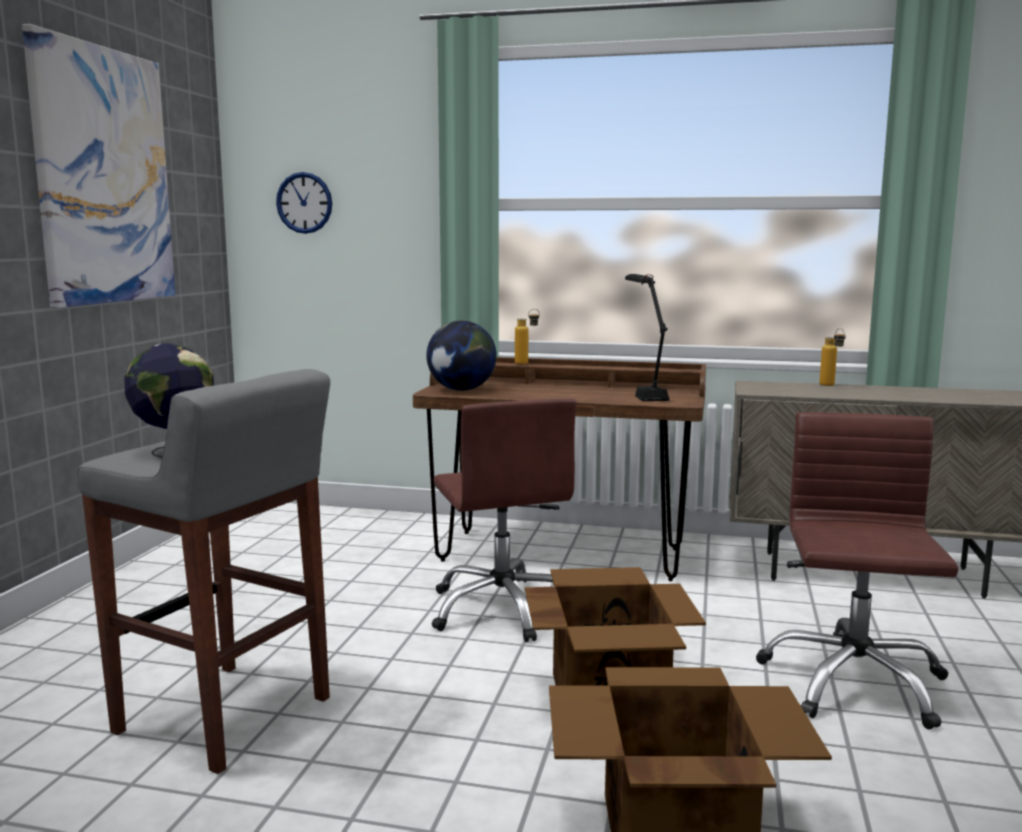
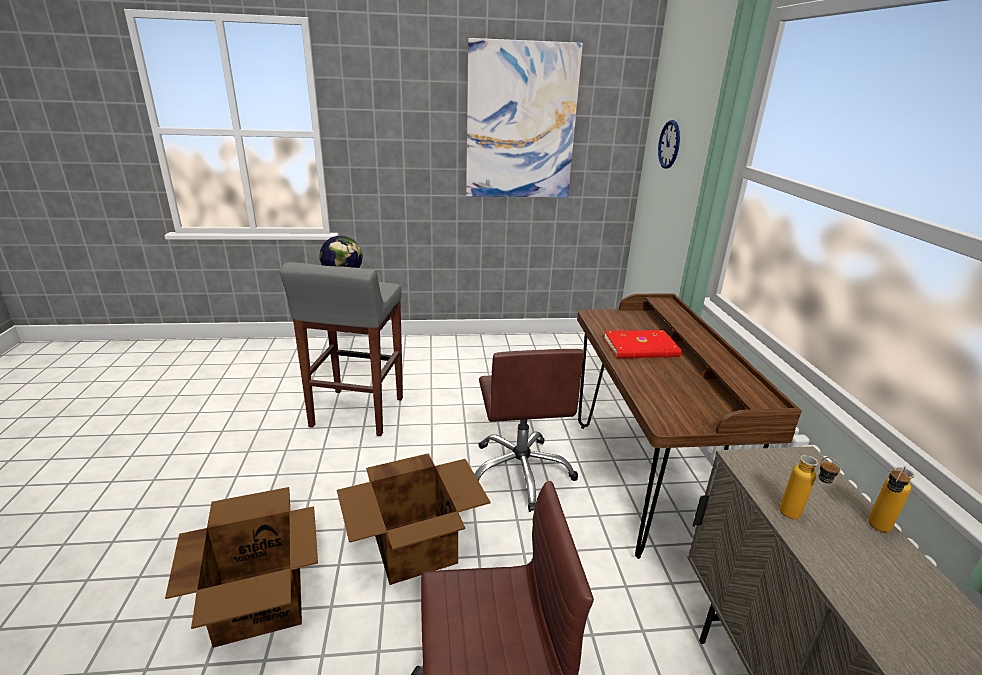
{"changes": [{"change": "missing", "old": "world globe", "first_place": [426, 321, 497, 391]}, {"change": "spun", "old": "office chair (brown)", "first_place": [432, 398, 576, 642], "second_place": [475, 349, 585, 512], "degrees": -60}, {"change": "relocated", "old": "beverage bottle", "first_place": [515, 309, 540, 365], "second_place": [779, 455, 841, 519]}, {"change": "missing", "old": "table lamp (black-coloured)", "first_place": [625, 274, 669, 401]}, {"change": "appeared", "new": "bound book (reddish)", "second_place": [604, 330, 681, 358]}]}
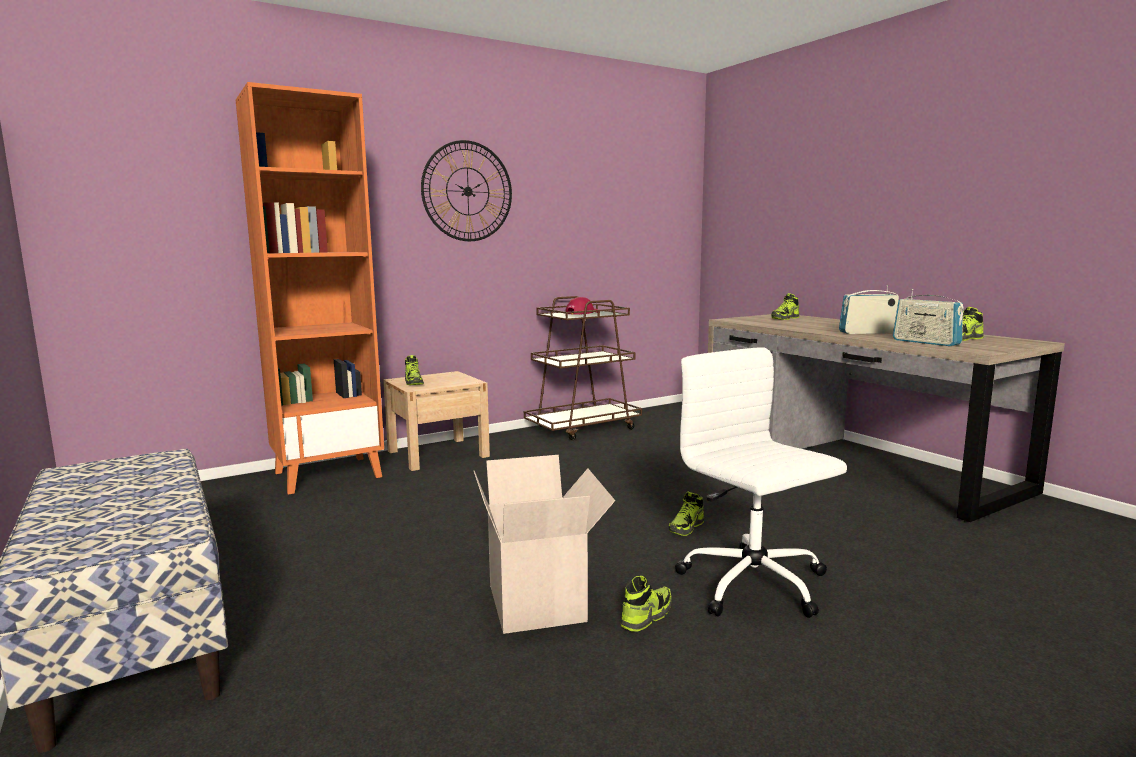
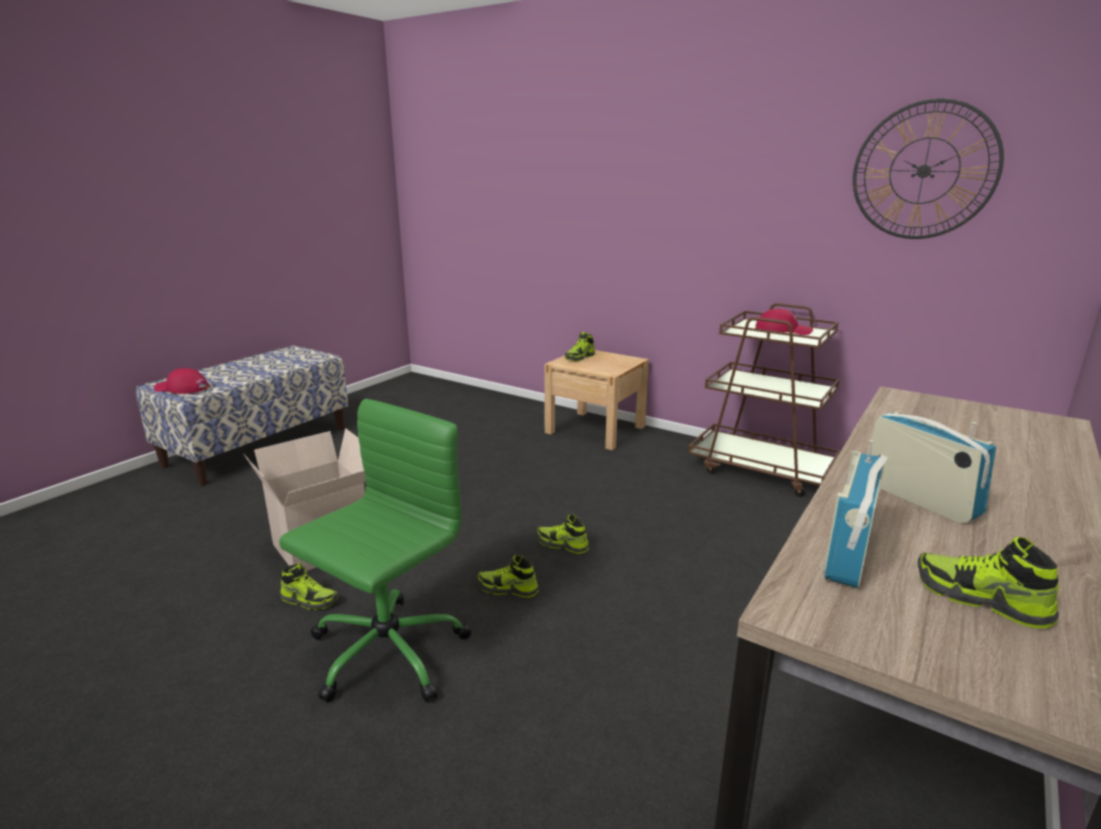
{"changes": [{"change": "missing", "old": "shelving unit (orange-coloured)", "first_place": [236, 82, 384, 495]}, {"change": "relocated", "old": "hanging clock", "first_place": [421, 140, 512, 241], "second_place": [853, 98, 1004, 239]}, {"change": "colour", "old": "office chair (white)", "new": "office chair (greenish)", "first_place": [675, 347, 847, 618], "second_place": [279, 399, 471, 703]}, {"change": "relocated", "old": "shoe", "first_place": [771, 293, 799, 320], "second_place": [537, 515, 589, 554]}, {"change": "appeared", "new": "baseball cap (reddish)", "second_place": [154, 368, 209, 394]}]}
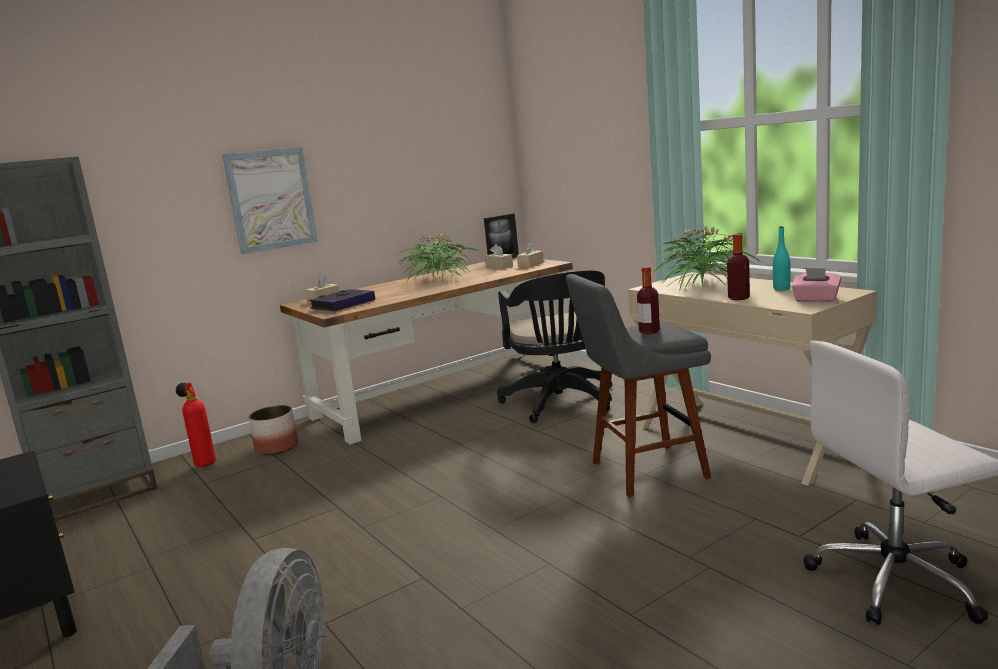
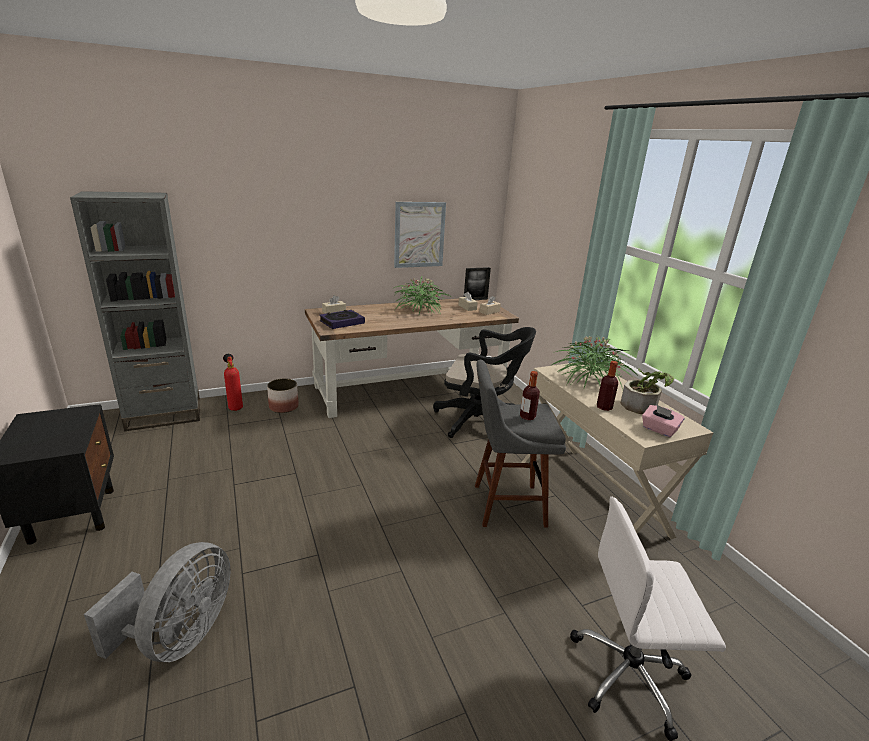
{"changes": [{"change": "relocated", "old": "wall art", "first_place": [222, 147, 318, 254], "second_place": [394, 202, 446, 268]}, {"change": "spun", "old": "office chair (black-coloured)", "first_place": [497, 270, 612, 423], "second_place": [433, 327, 536, 438], "degrees": -75}, {"change": "exchanged", "old": "beverage bottle (blue-green)", "new": "plant in a pot", "first_place": [773, 226, 791, 291], "second_place": [621, 369, 674, 414]}]}
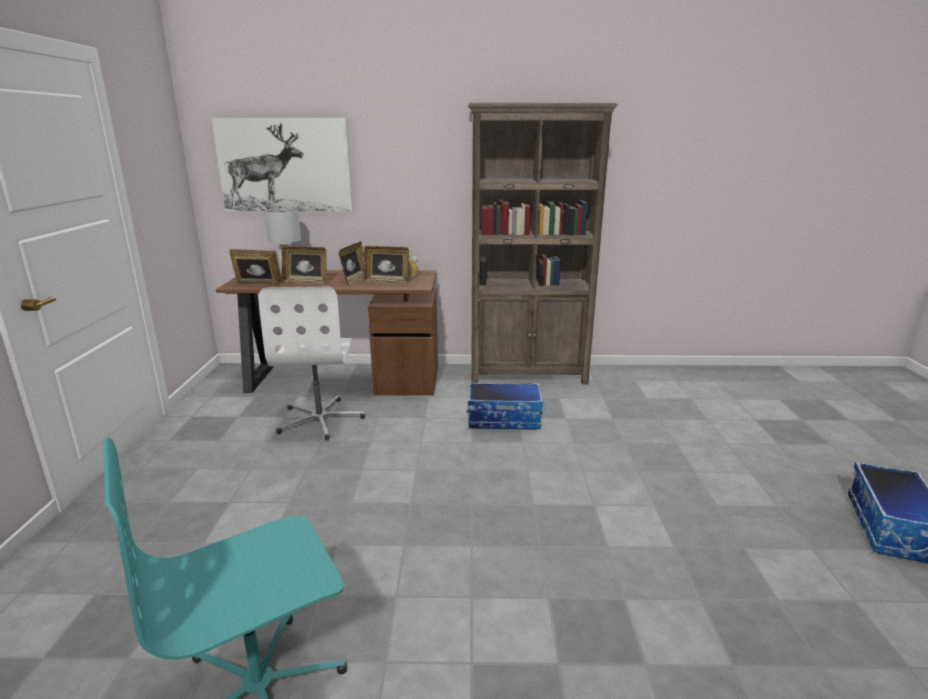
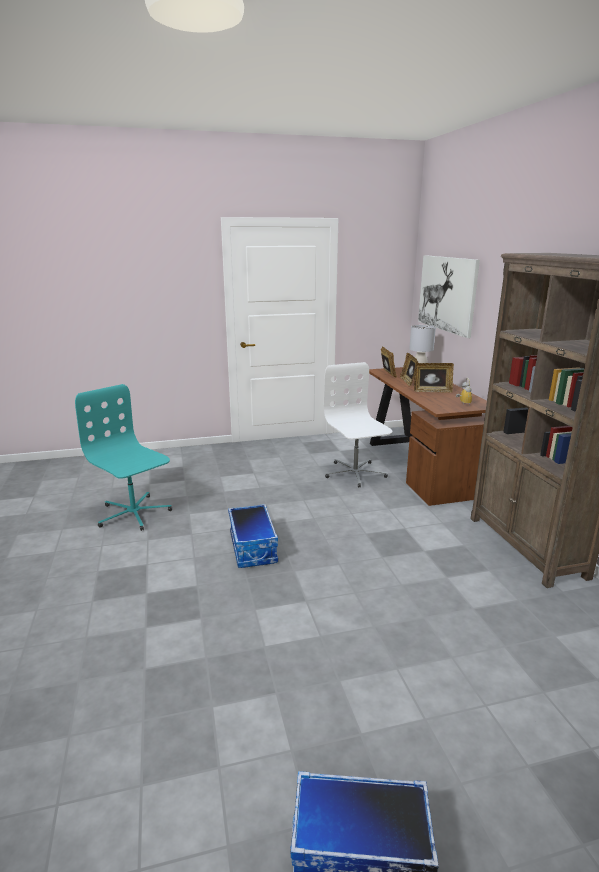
{"changes": [{"change": "spun", "old": "office chair (white)", "first_place": [258, 287, 365, 440], "second_place": [323, 362, 392, 488], "degrees": 90}, {"change": "missing", "old": "standing frame", "first_place": [363, 246, 409, 284]}, {"change": "relocated", "old": "storage container", "first_place": [467, 383, 543, 430], "second_place": [228, 504, 278, 568]}]}
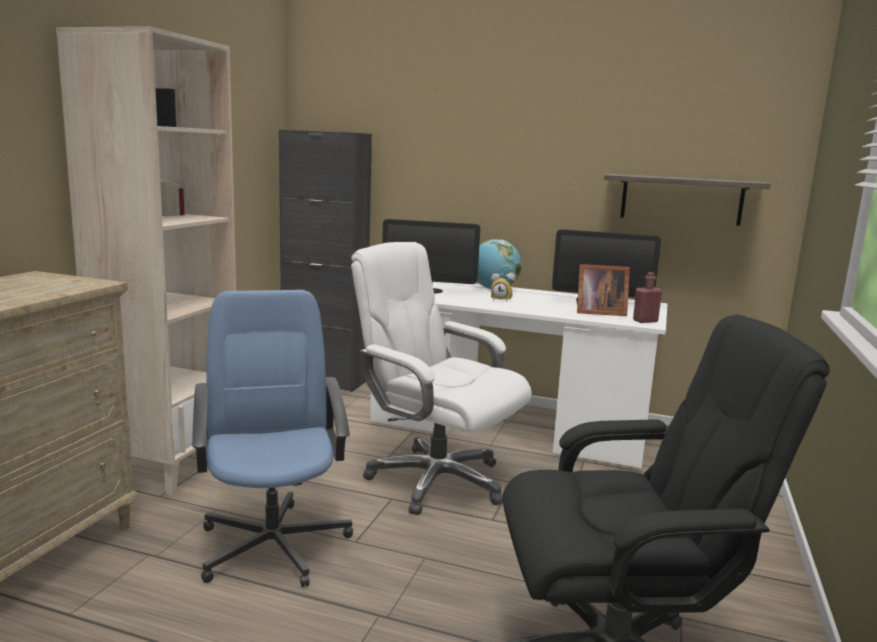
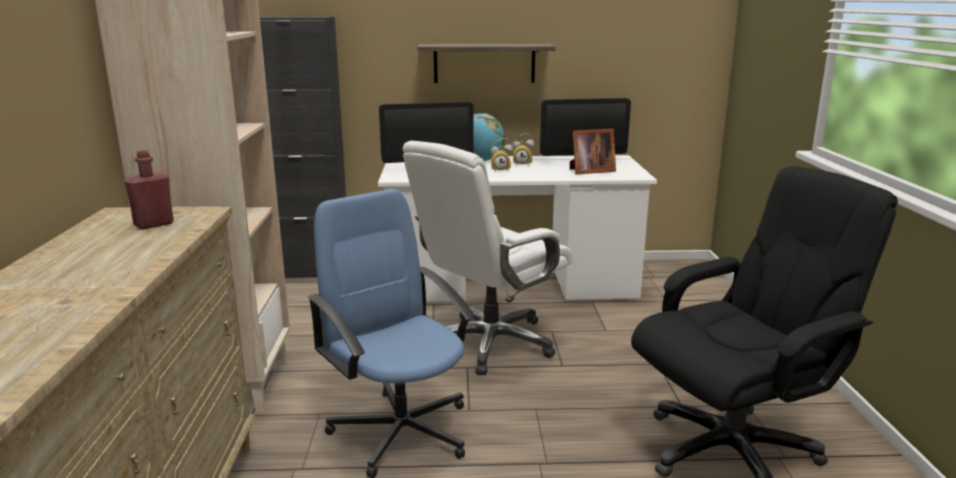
{"changes": [{"change": "spun", "old": "office chair (white)", "first_place": [351, 242, 532, 515], "second_place": [403, 141, 572, 375], "degrees": -60}, {"change": "relocated", "old": "bracket shelf", "first_place": [604, 174, 771, 226], "second_place": [417, 44, 555, 83]}, {"change": "relocated", "old": "beverage bottle (reddish)", "first_place": [633, 272, 662, 323], "second_place": [124, 150, 174, 229]}, {"change": "appeared", "new": "table clock", "second_place": [513, 133, 535, 166]}]}
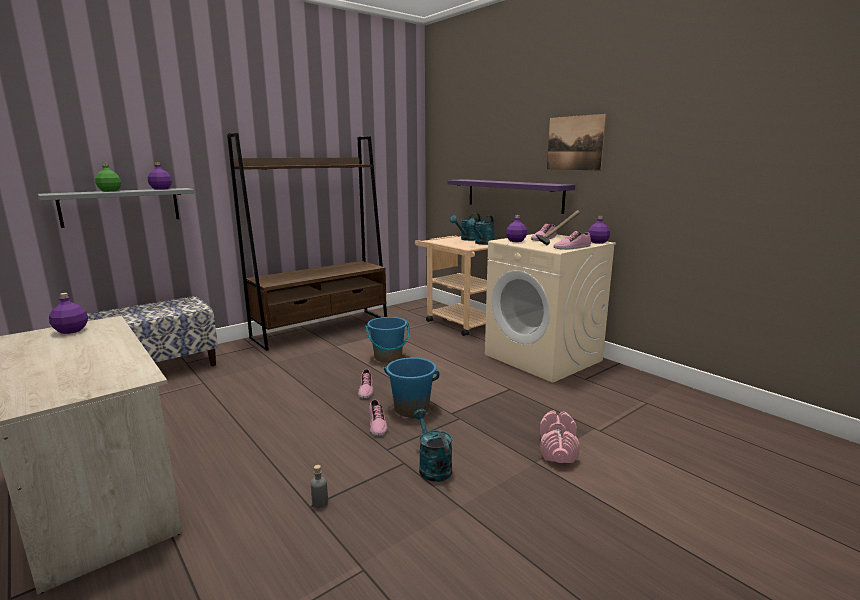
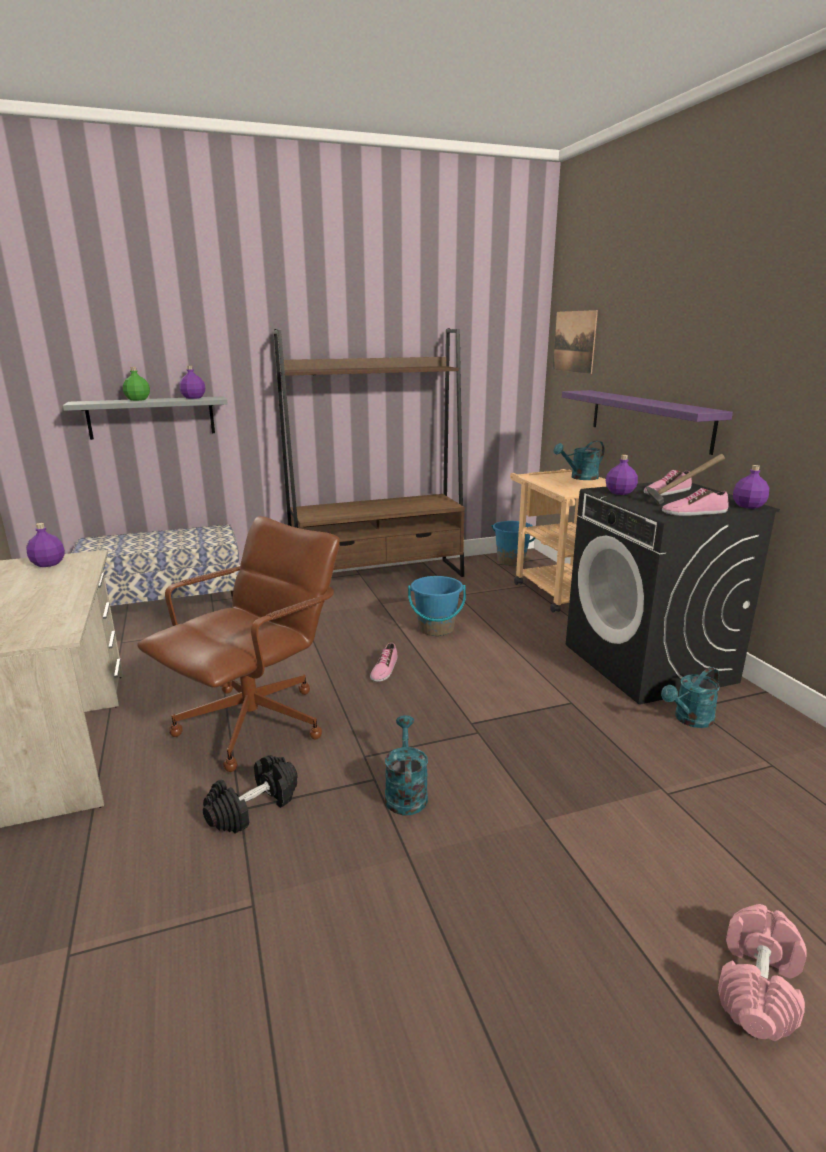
{"changes": [{"change": "exchanged", "old": "beverage bottle (gray)", "new": "free weight (black-coloured)", "first_place": [311, 465, 328, 508], "second_place": [203, 755, 297, 834]}, {"change": "missing", "old": "shoe", "first_place": [369, 399, 387, 436]}, {"change": "relocated", "old": "bucket (blue)", "first_place": [384, 358, 439, 417], "second_place": [492, 521, 535, 566]}, {"change": "relocated", "old": "watering pot (blue-green)", "first_place": [467, 216, 495, 245], "second_place": [661, 667, 720, 728]}, {"change": "colour", "old": "laundry machine (sand-coloured)", "new": "laundry machine (black-coloured)", "first_place": [485, 234, 616, 383], "second_place": [566, 482, 780, 705]}, {"change": "relocated", "old": "free weight (pink)", "first_place": [540, 411, 580, 463], "second_place": [718, 904, 807, 1041]}, {"change": "relocated", "old": "wall art", "first_place": [547, 114, 606, 171], "second_place": [553, 310, 598, 374]}, {"change": "appeared", "new": "office chair (brown)", "second_place": [137, 516, 340, 772]}]}
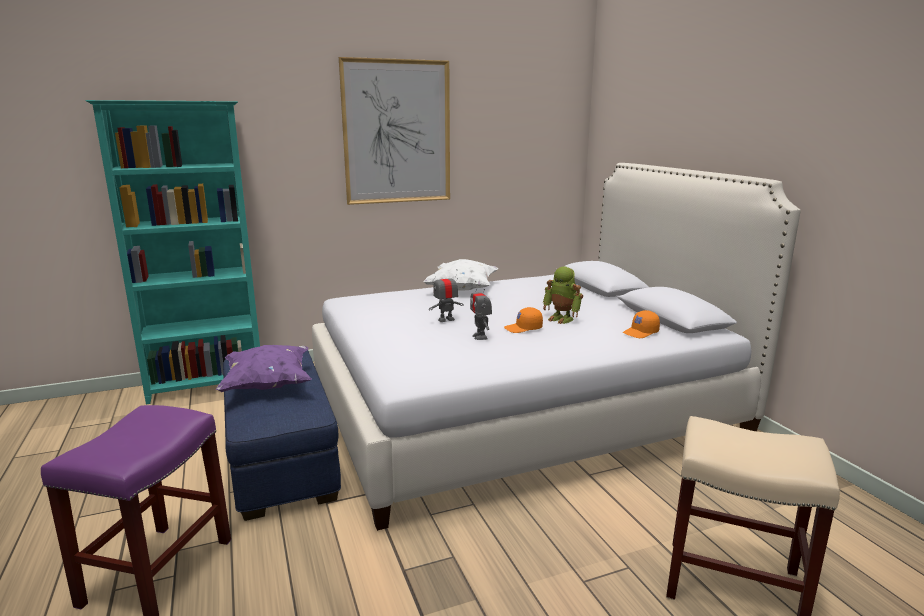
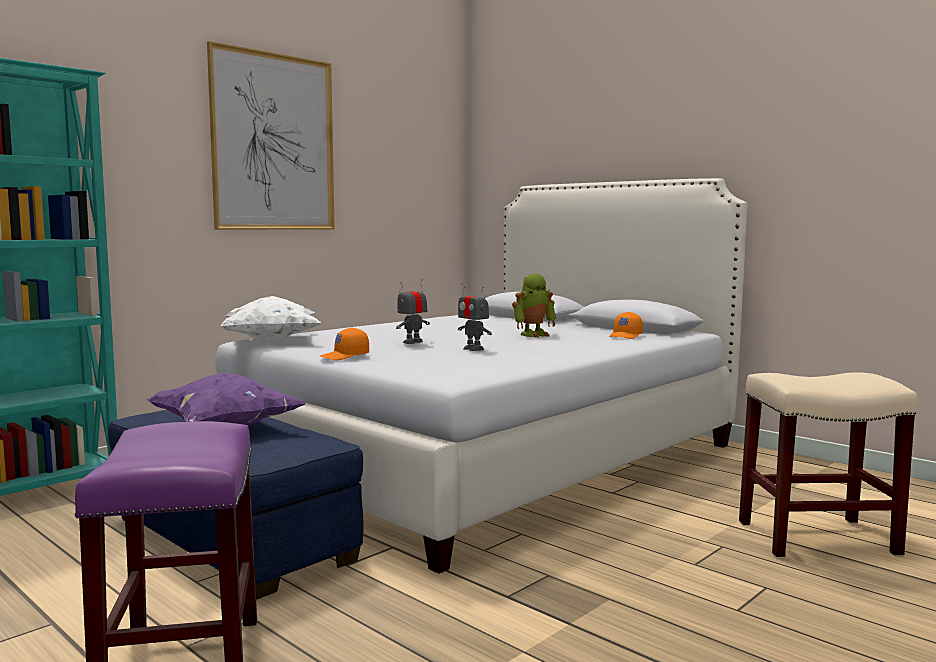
{"changes": [{"change": "relocated", "old": "cushion (white)", "first_place": [423, 259, 499, 291], "second_place": [220, 296, 321, 341]}, {"change": "relocated", "old": "baseball cap (orange-coloured)", "first_place": [504, 307, 543, 333], "second_place": [320, 327, 369, 360]}, {"change": "spun", "old": "toy robot", "first_place": [543, 267, 583, 324], "second_place": [512, 273, 556, 338], "degrees": -45}]}
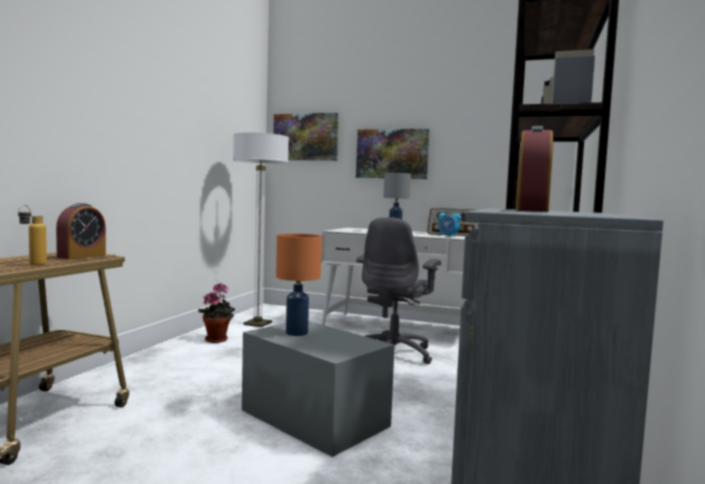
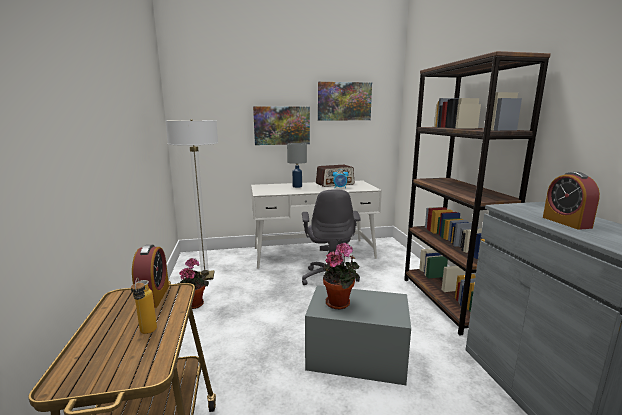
{"changes": [{"change": "relocated", "old": "wall art", "first_place": [273, 113, 339, 161], "second_place": [318, 82, 372, 120]}, {"change": "exchanged", "old": "table lamp (orange-coloured)", "new": "plant in a pot", "first_place": [276, 234, 322, 336], "second_place": [323, 243, 359, 309]}]}
